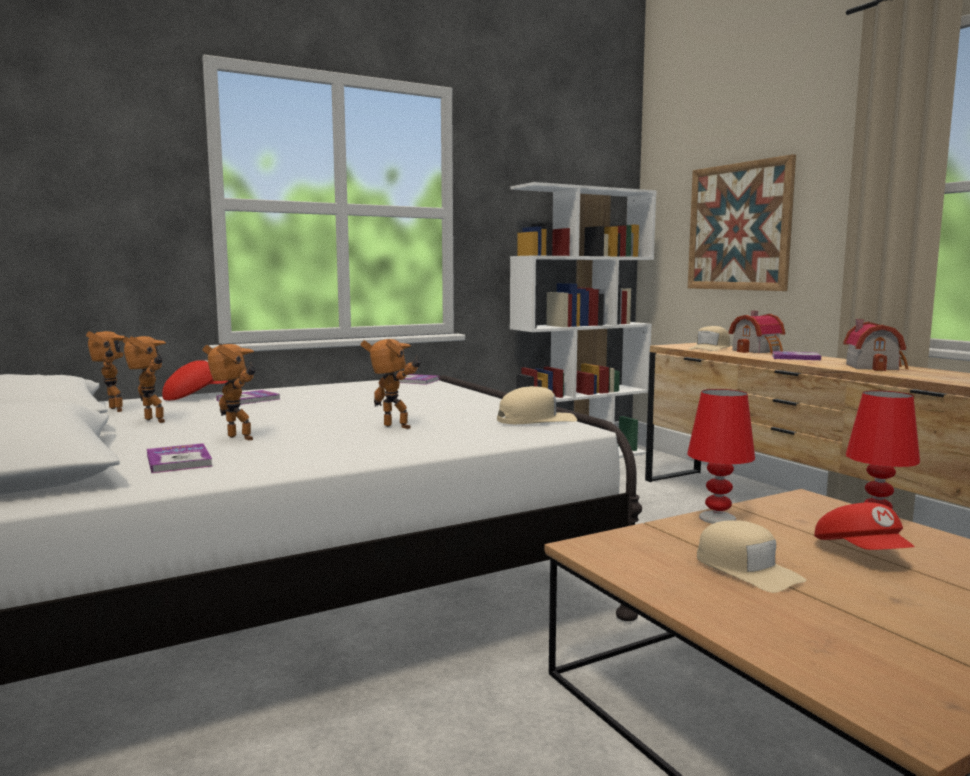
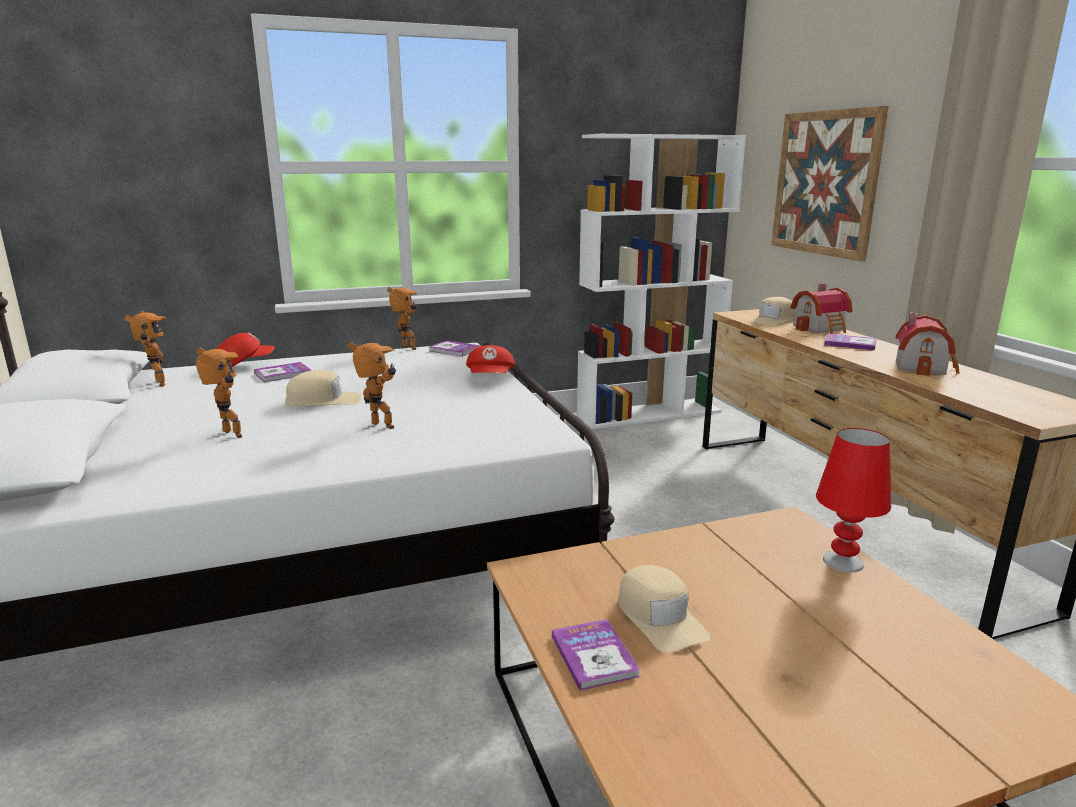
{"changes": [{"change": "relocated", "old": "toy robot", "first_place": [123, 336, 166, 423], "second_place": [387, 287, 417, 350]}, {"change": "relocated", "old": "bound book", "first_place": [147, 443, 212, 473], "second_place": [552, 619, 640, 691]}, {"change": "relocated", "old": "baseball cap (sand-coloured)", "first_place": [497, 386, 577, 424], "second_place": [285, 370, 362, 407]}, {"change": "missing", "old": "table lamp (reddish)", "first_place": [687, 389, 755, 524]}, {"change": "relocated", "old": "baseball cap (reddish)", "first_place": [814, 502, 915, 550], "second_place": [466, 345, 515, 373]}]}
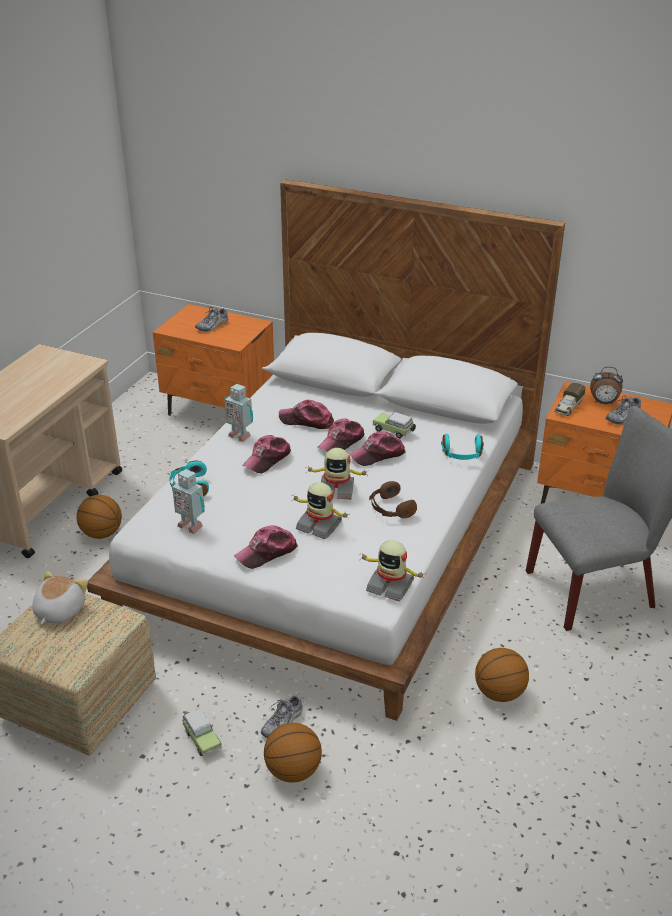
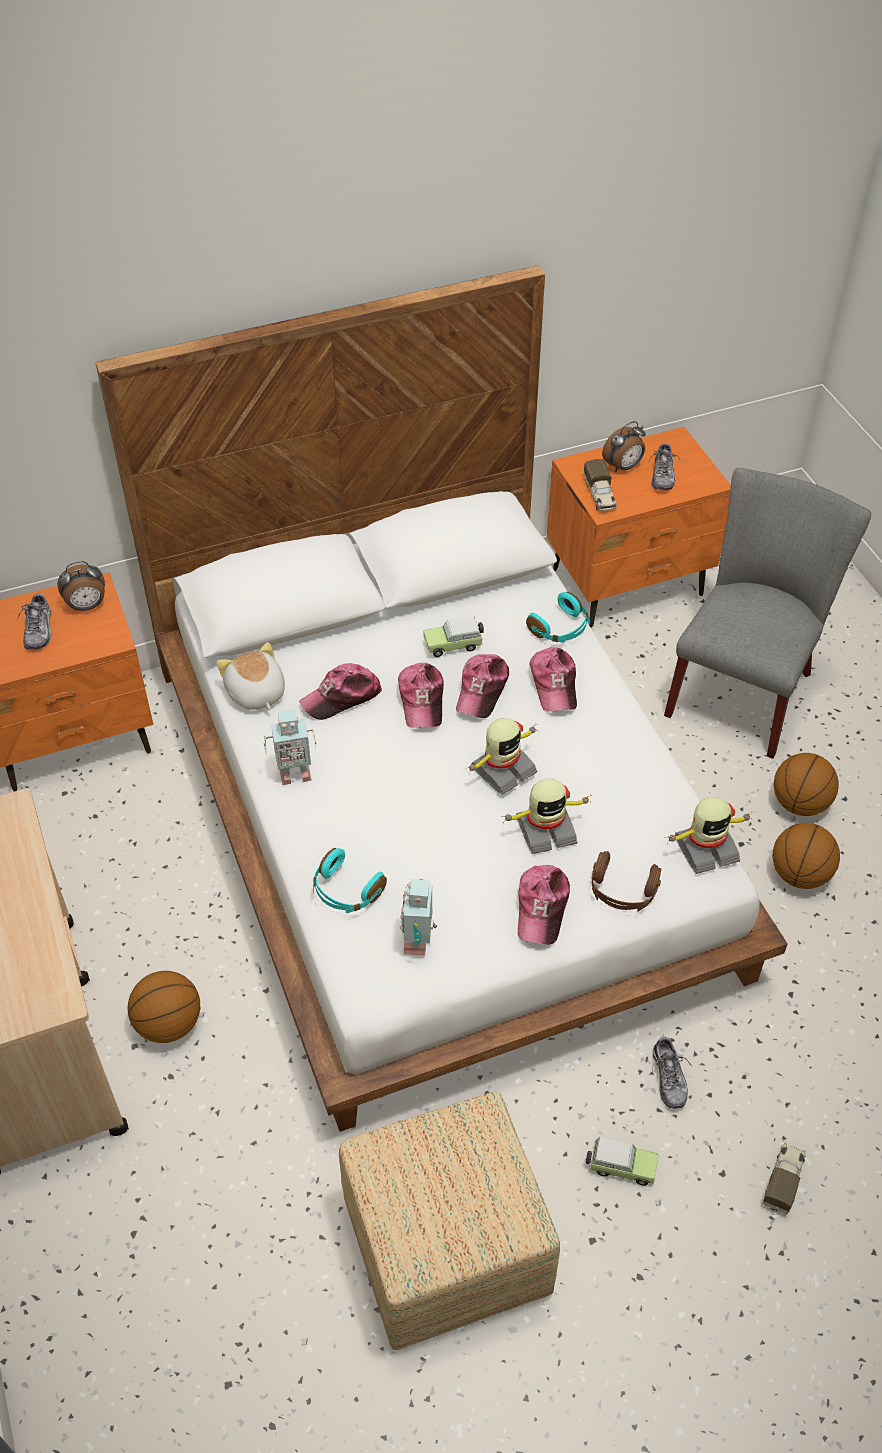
{"changes": [{"change": "relocated", "old": "plush toy", "first_place": [32, 571, 88, 625], "second_place": [216, 642, 285, 710]}, {"change": "spun", "old": "toy robot", "first_place": [172, 469, 205, 534], "second_place": [400, 879, 437, 955], "degrees": 105}, {"change": "relocated", "old": "baseball cap", "first_place": [242, 435, 291, 473], "second_place": [530, 647, 577, 712]}, {"change": "relocated", "old": "ball for basketball", "first_place": [264, 723, 322, 782], "second_place": [774, 753, 839, 816]}, {"change": "relocated", "old": "headset (brown)", "first_place": [369, 481, 417, 518], "second_place": [592, 851, 661, 912]}, {"change": "appeared", "new": "table clock", "second_place": [57, 561, 105, 611]}, {"change": "appeared", "new": "model truck", "second_place": [762, 1143, 805, 1215]}]}
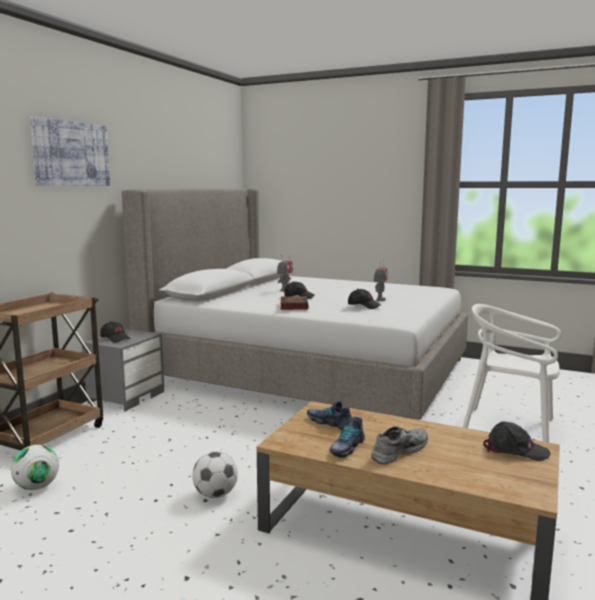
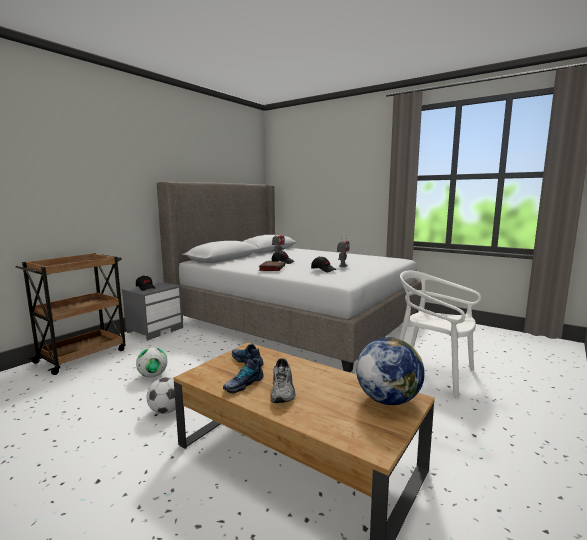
{"changes": [{"change": "relocated", "old": "ball for football", "first_place": [11, 445, 59, 490], "second_place": [136, 347, 167, 378]}, {"change": "missing", "old": "wall art", "first_place": [30, 116, 110, 186]}, {"change": "spun", "old": "shoe (gray)", "first_place": [371, 426, 428, 464], "second_place": [270, 358, 296, 403], "degrees": 120}, {"change": "exchanged", "old": "baseball cap (black-coloured)", "new": "world globe", "first_place": [483, 422, 551, 461], "second_place": [356, 337, 425, 405]}]}
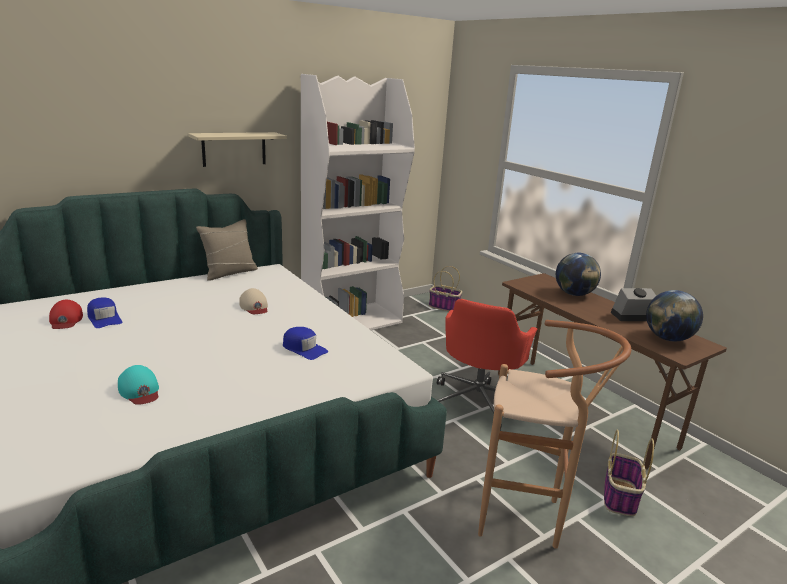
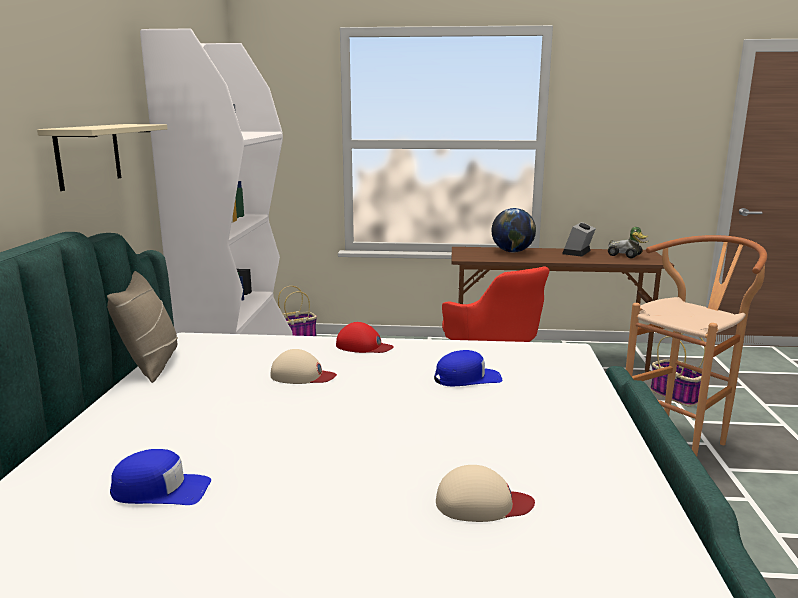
{"changes": [{"change": "relocated", "old": "baseball cap (reddish)", "first_place": [49, 300, 83, 329], "second_place": [336, 322, 394, 353]}, {"change": "colour", "old": "baseball cap (blue-green)", "new": "baseball cap (sand-coloured)", "first_place": [118, 365, 159, 405], "second_place": [436, 465, 535, 522]}, {"change": "exchanged", "old": "world globe", "new": "model car", "first_place": [646, 290, 703, 341], "second_place": [608, 227, 648, 259]}]}
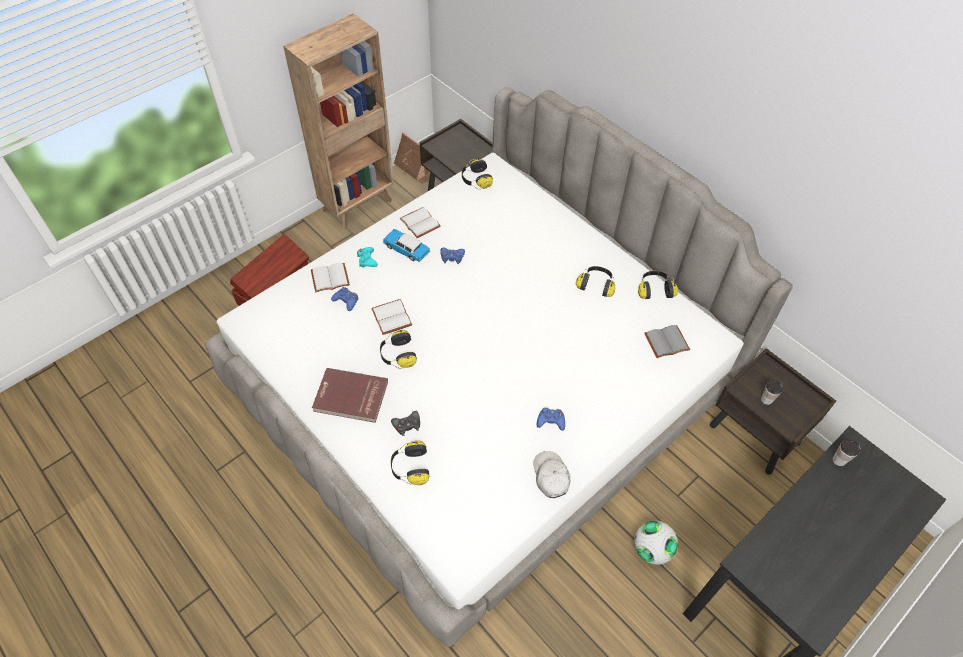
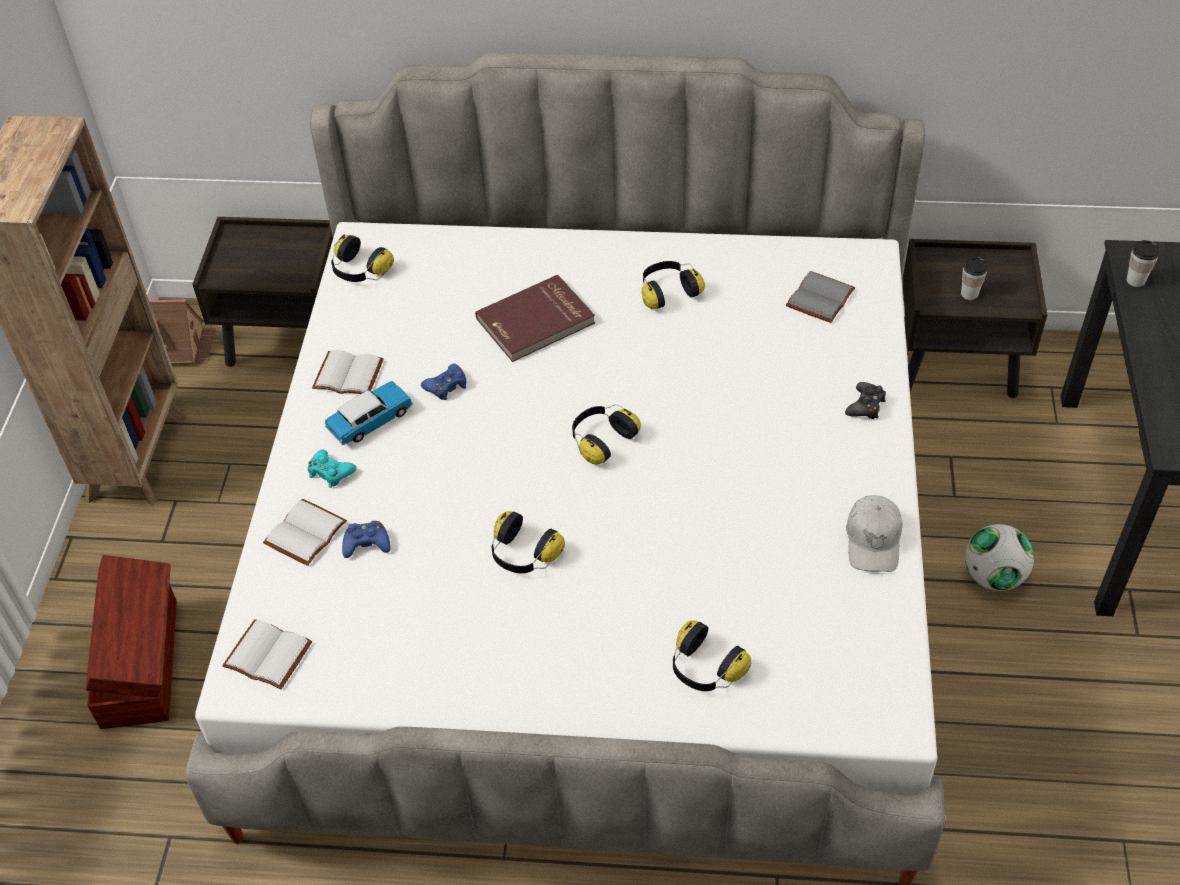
{"changes": [{"change": "relocated", "old": "bound book (reddish)", "first_place": [312, 368, 388, 423], "second_place": [475, 275, 595, 362]}, {"change": "relocated", "old": "bound book (white)", "first_place": [371, 299, 412, 335], "second_place": [222, 619, 312, 689]}, {"change": "spun", "old": "model car", "first_place": [383, 229, 430, 262], "second_place": [325, 381, 413, 445], "degrees": 150}, {"change": "relocated", "old": "joypad (black-coloured)", "first_place": [391, 411, 420, 436], "second_place": [845, 382, 886, 419]}, {"change": "spun", "old": "baseball cap (white)", "first_place": [533, 451, 570, 498], "second_place": [846, 495, 903, 572], "degrees": -120}, {"change": "missing", "old": "joypad (blue)", "first_place": [537, 408, 565, 431]}, {"change": "relocated", "old": "headset", "first_place": [638, 271, 678, 299], "second_place": [572, 404, 641, 465]}]}
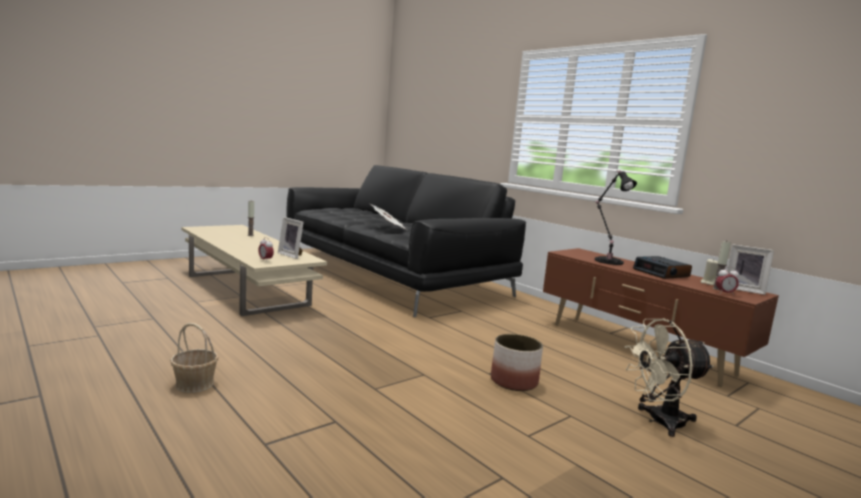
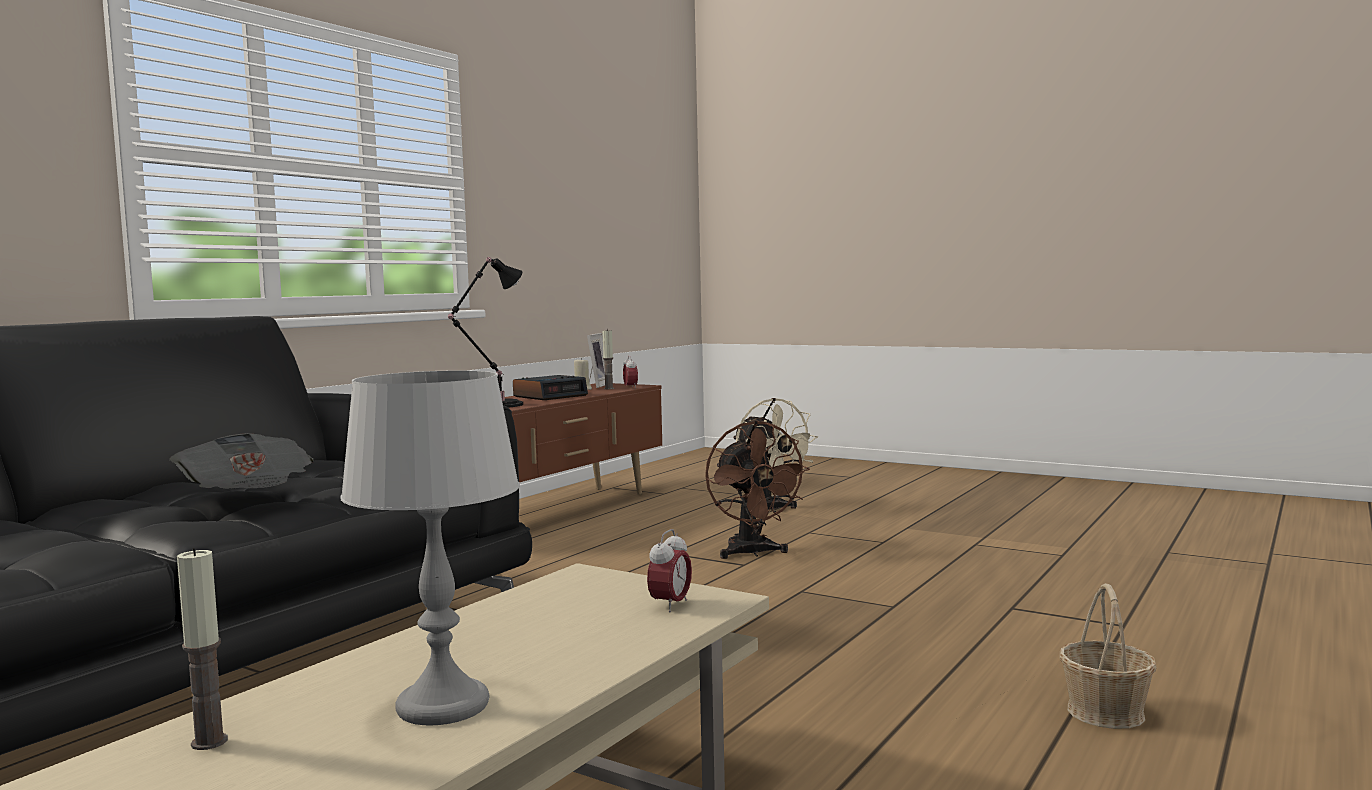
{"changes": [{"change": "missing", "old": "standing frame", "first_place": [278, 217, 304, 259]}, {"change": "exchanged", "old": "planter", "new": "fan (brown)", "first_place": [491, 334, 543, 391], "second_place": [705, 420, 810, 559]}, {"change": "appeared", "new": "table lamp (gray)", "second_place": [341, 370, 519, 725]}]}
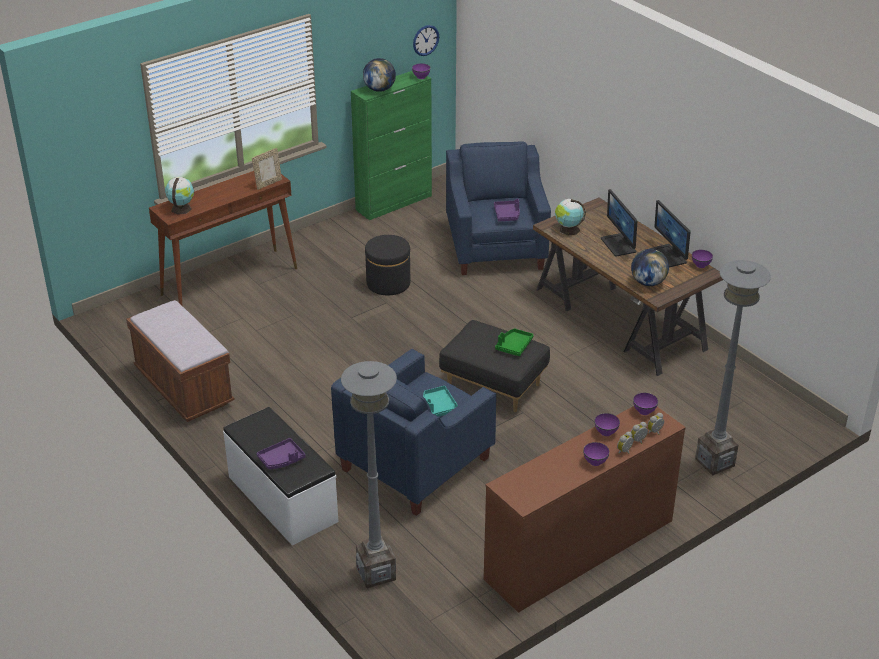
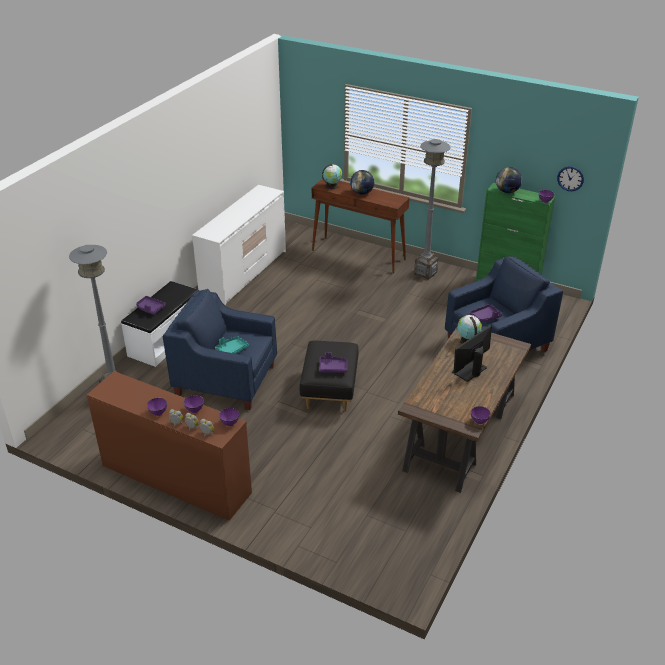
{"changes": [{"change": "exchanged", "old": "indoor bench (brown)", "new": "chest of drawers (white)", "first_place": [126, 300, 235, 422], "second_place": [192, 185, 286, 306]}, {"change": "missing", "old": "standing frame", "first_place": [252, 148, 282, 190]}, {"change": "missing", "old": "ottoman (black-coloured)", "first_place": [365, 235, 410, 295]}, {"change": "colour", "old": "serving tray (greenish)", "new": "serving tray (purple-coloured)", "first_place": [495, 328, 533, 356], "second_place": [319, 353, 347, 373]}, {"change": "relocated", "old": "world globe", "first_place": [631, 249, 669, 286], "second_place": [350, 170, 374, 195]}, {"change": "missing", "old": "monitor", "first_place": [649, 200, 690, 267]}, {"change": "relocated", "old": "floor lamp (gray)", "first_place": [695, 260, 771, 476], "second_place": [414, 139, 450, 280]}]}
